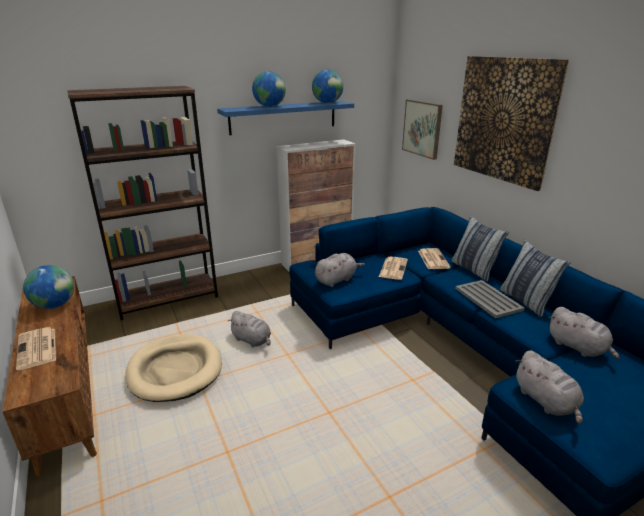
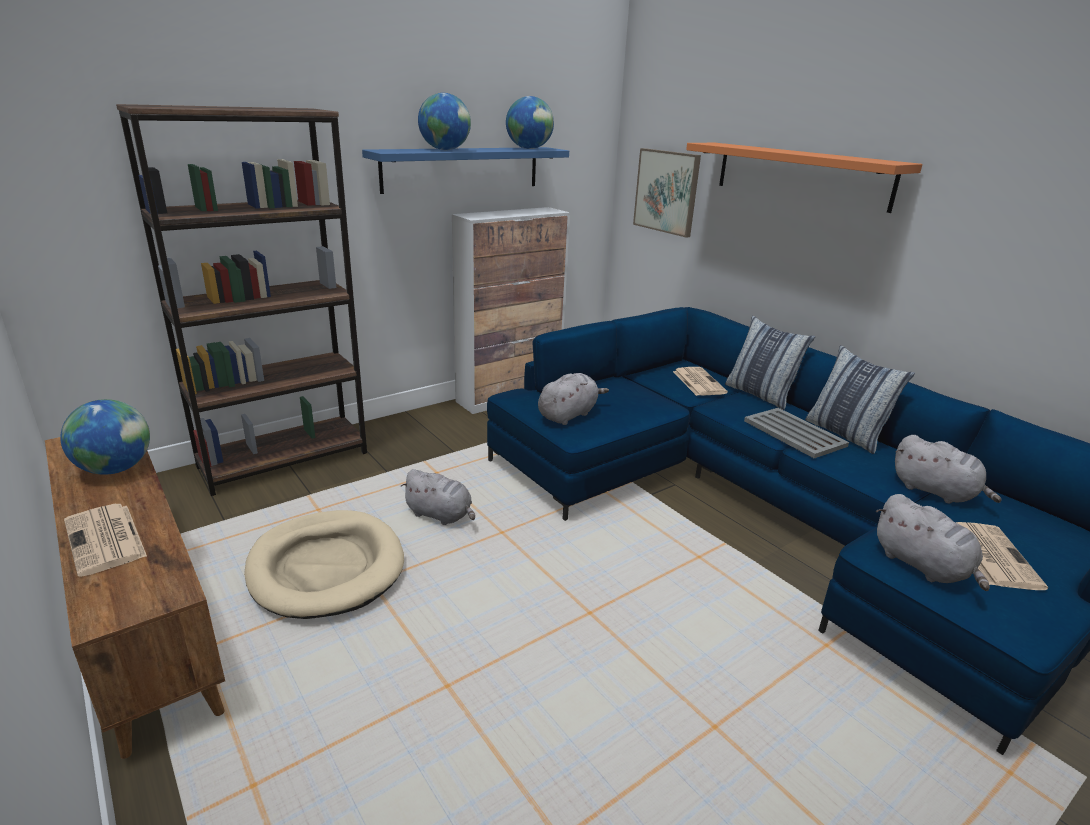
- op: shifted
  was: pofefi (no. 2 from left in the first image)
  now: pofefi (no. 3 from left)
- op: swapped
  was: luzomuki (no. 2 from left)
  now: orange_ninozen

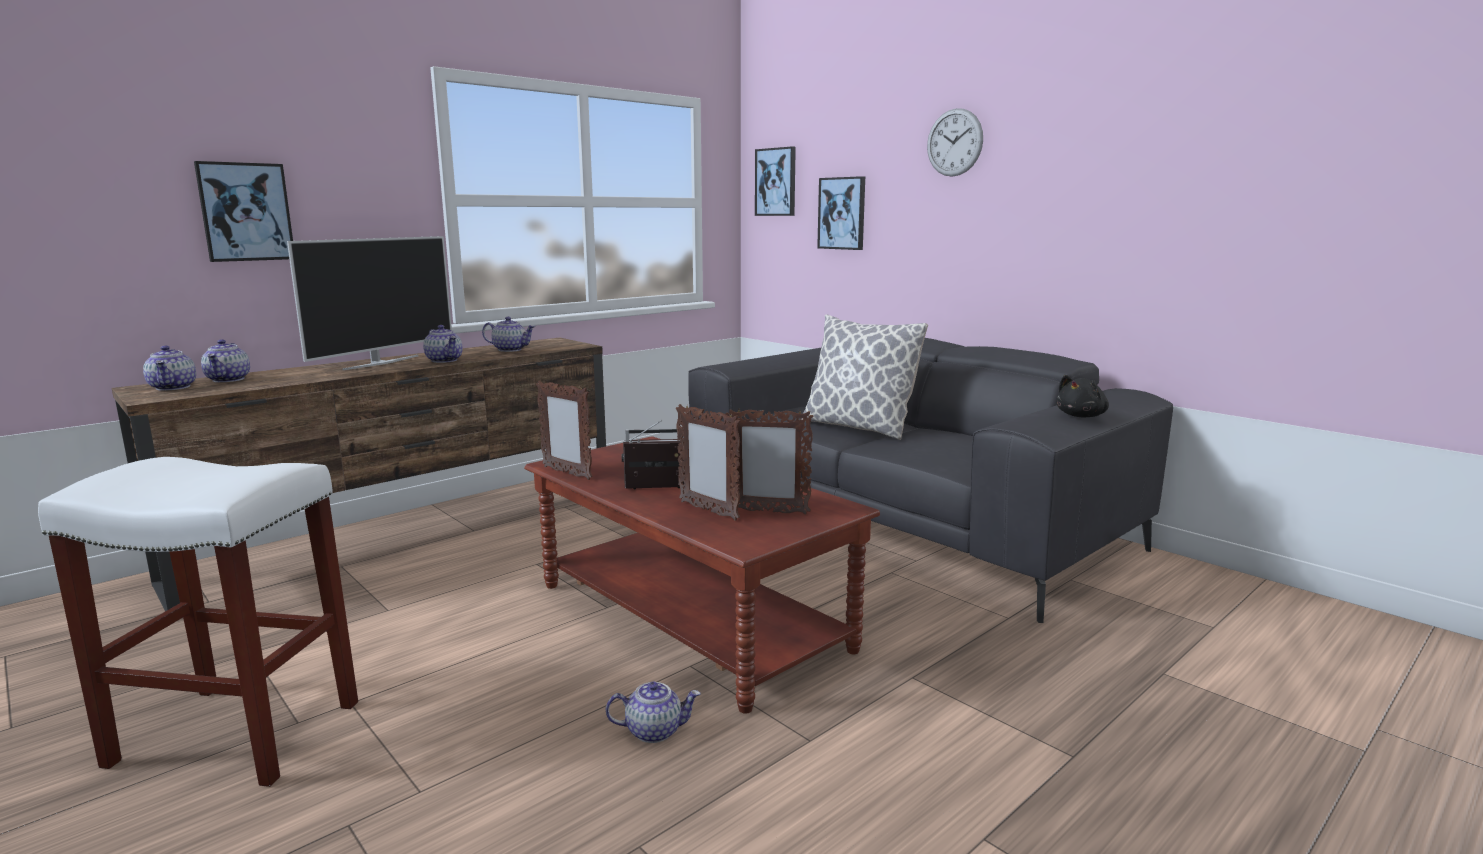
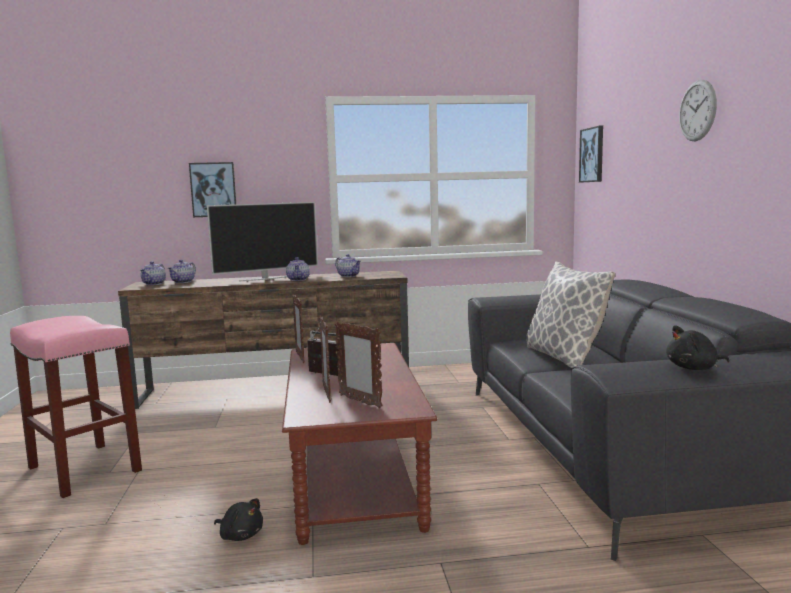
- op: gone
  was: luzomuki (no. 3 from left)
- op: swapped
  was: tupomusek (no. 5 from left)
  now: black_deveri (no. 1 from left)
- op: repainted
  was: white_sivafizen
  now: pink_sivafizen

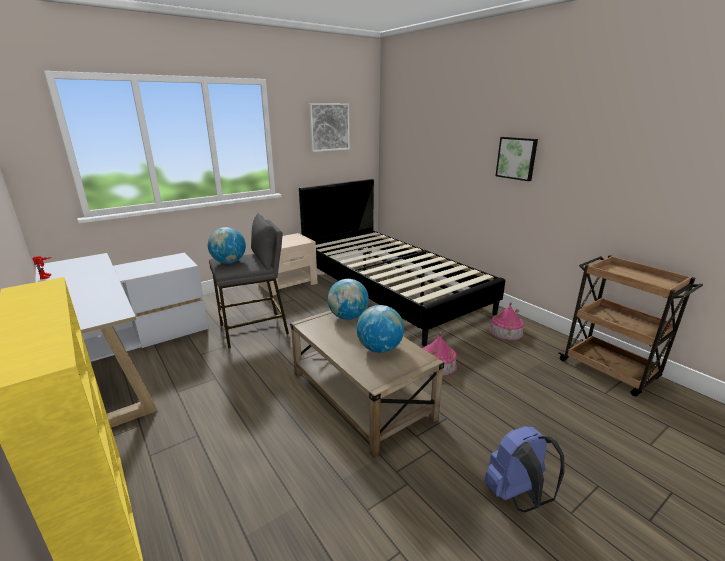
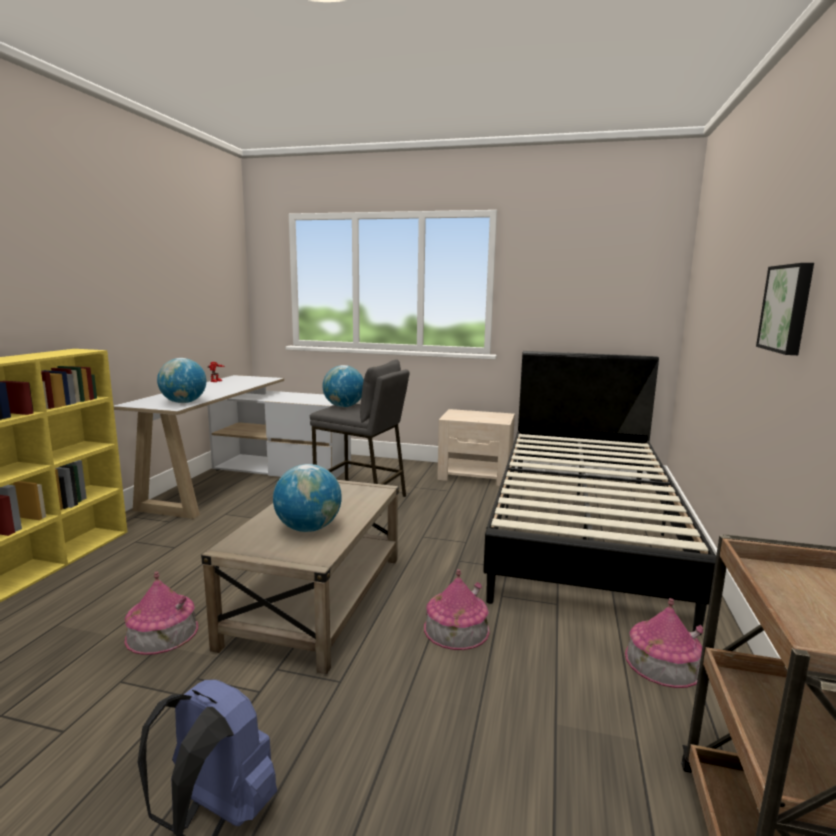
- op: gone
  was: luzomuki (no. 1 from left)
- op: new
  now: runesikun (no. 1 from left)
- op: shifted
  was: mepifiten (no. 2 from left in the first image)
  now: mepifiten (no. 1 from left)

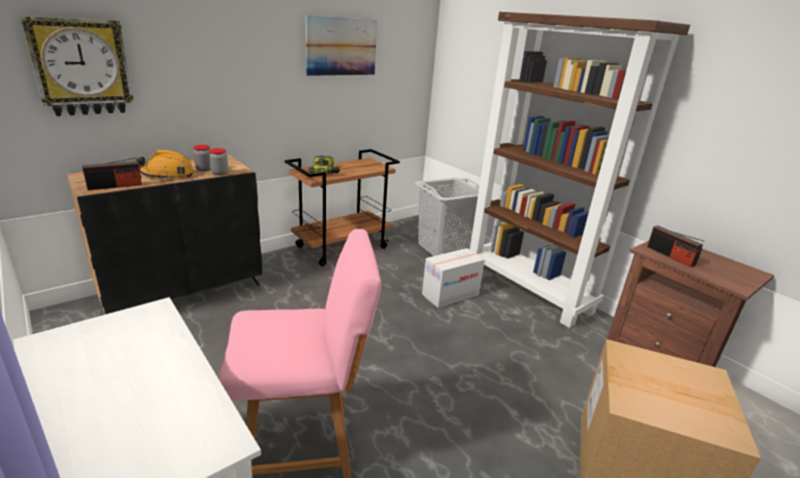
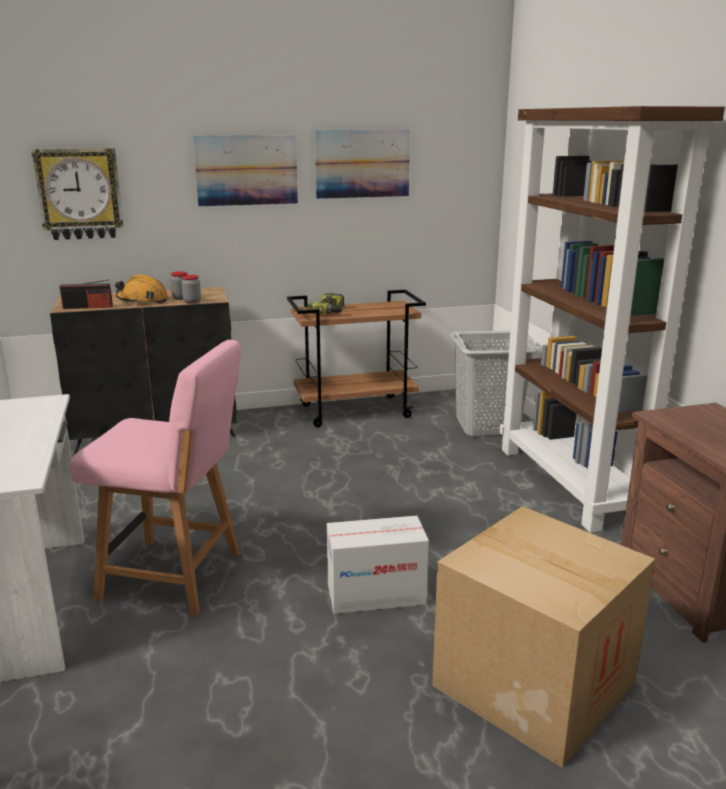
- op: gone
  was: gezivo (no. 2 from left)
- op: new
  now: luzomuki (no. 1 from left)
- op: shifted
  was: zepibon (no. 1 from left)

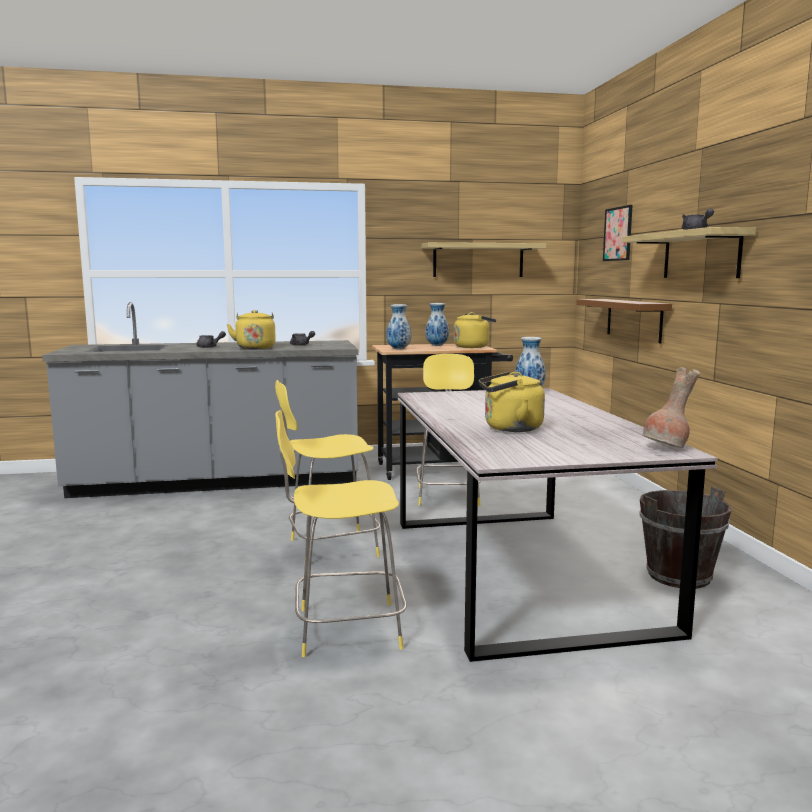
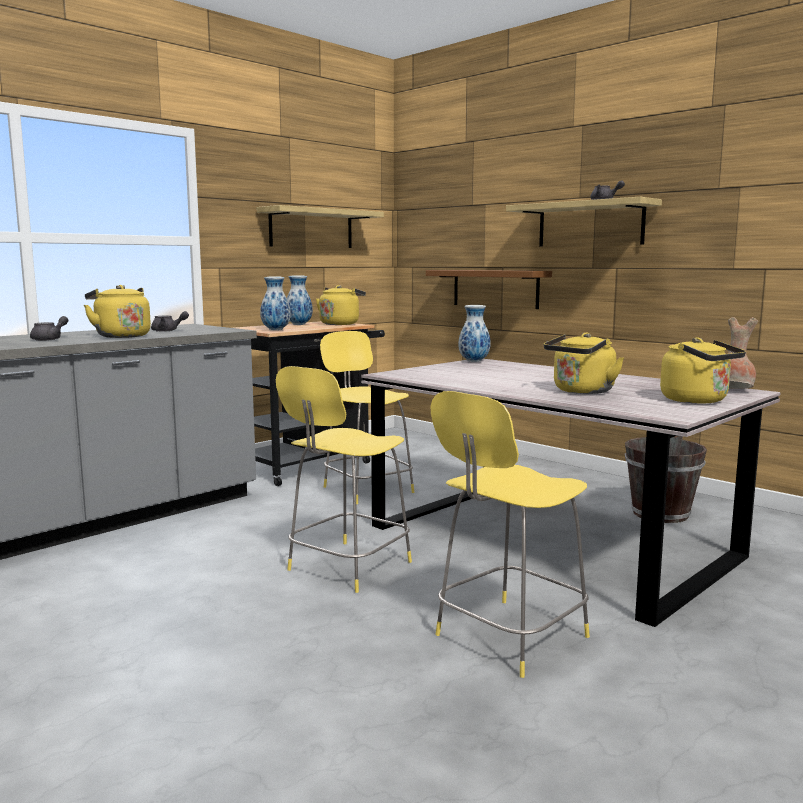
- op: gone
  was: luzomuki
- op: new
  now: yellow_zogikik (no. 4 from left)

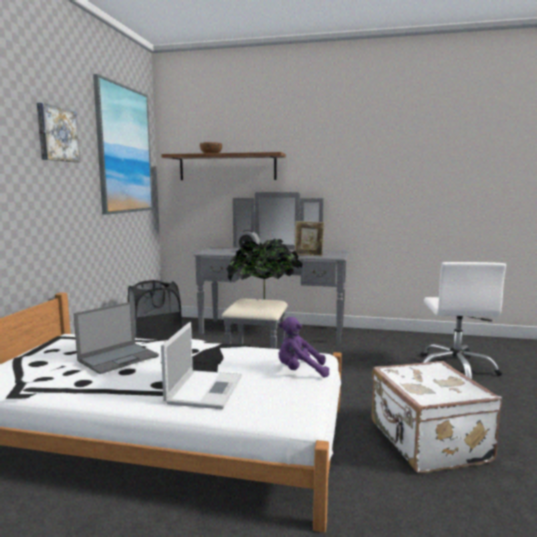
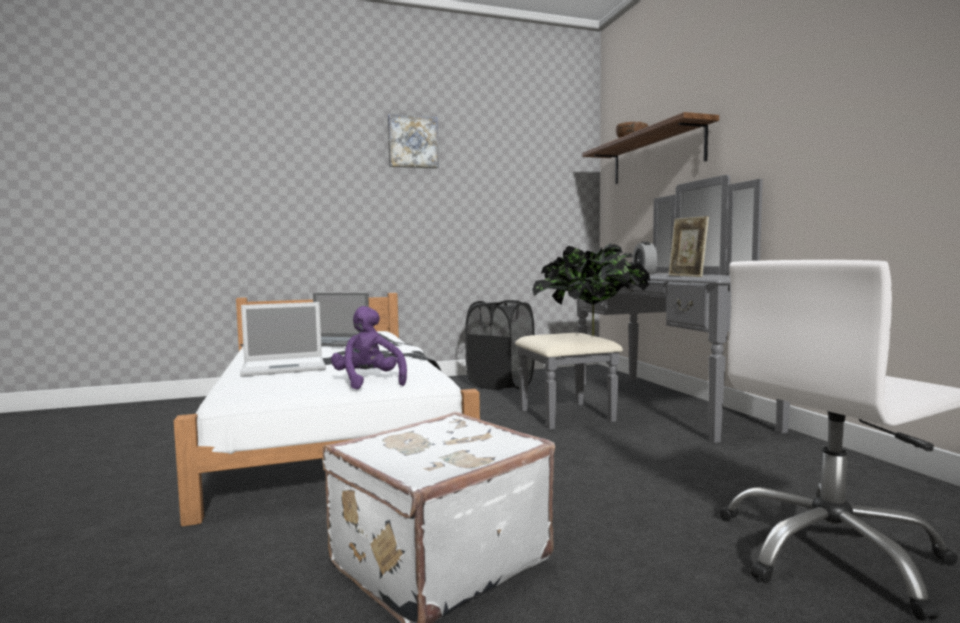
- op: gone
  was: luzomuki (no. 2 from left)

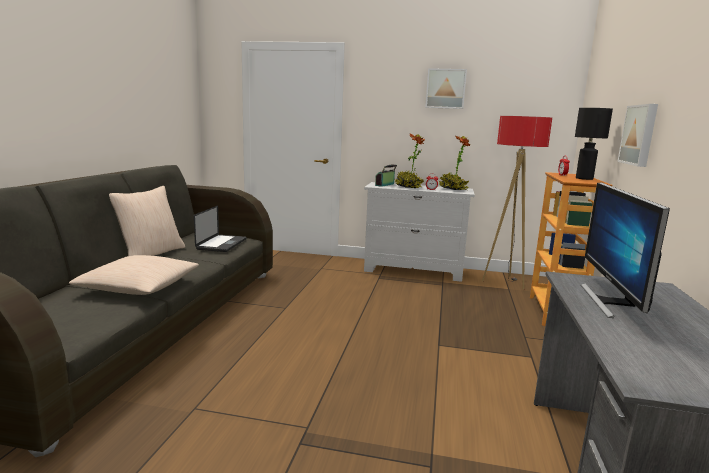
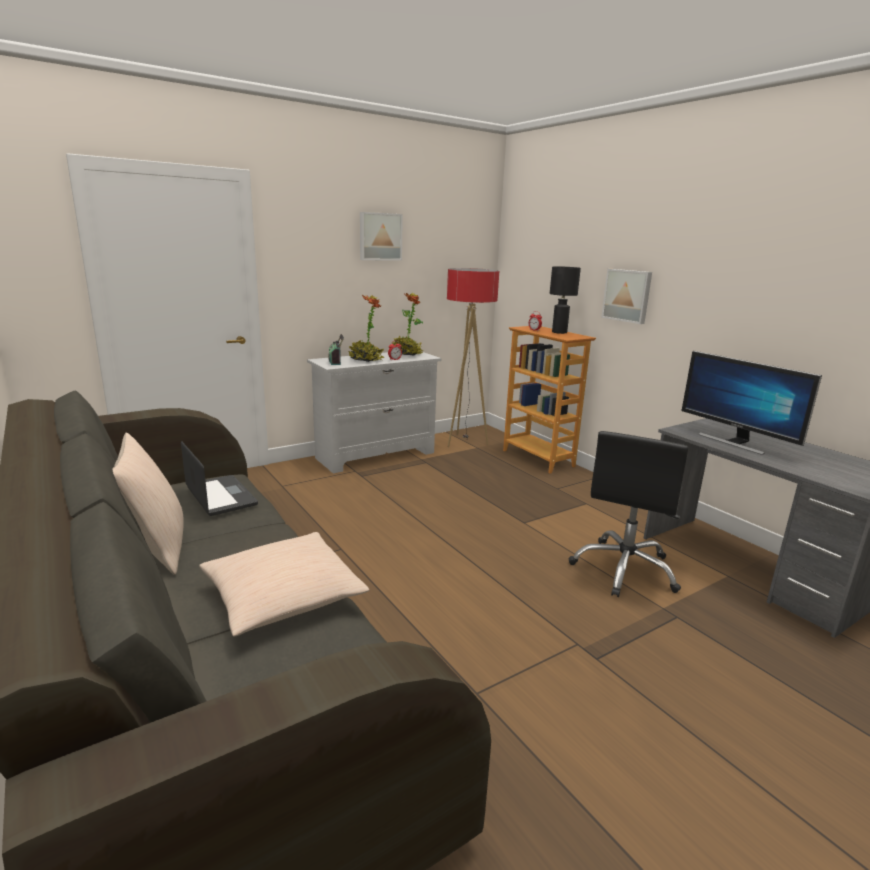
- op: new
  now: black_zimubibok

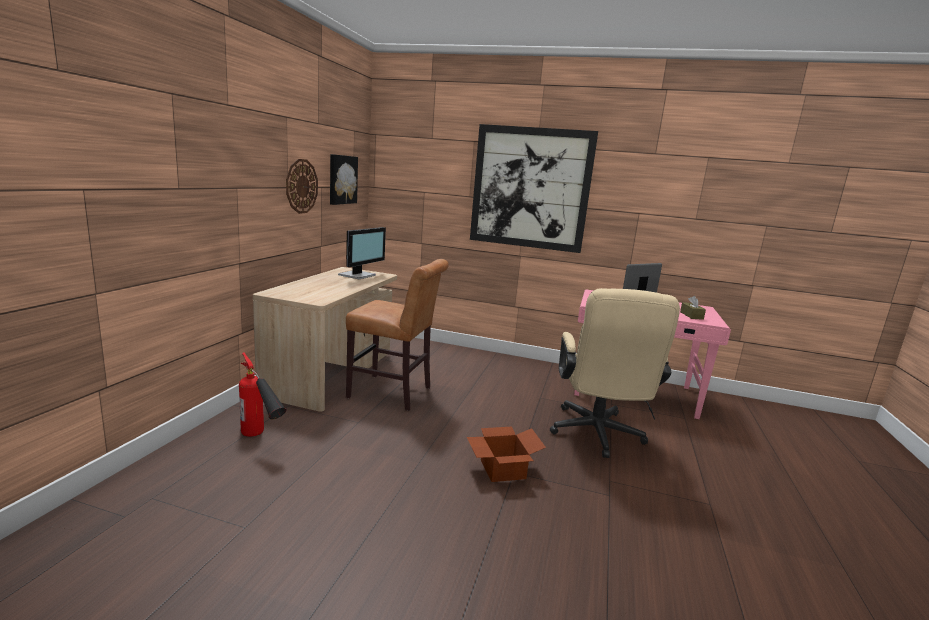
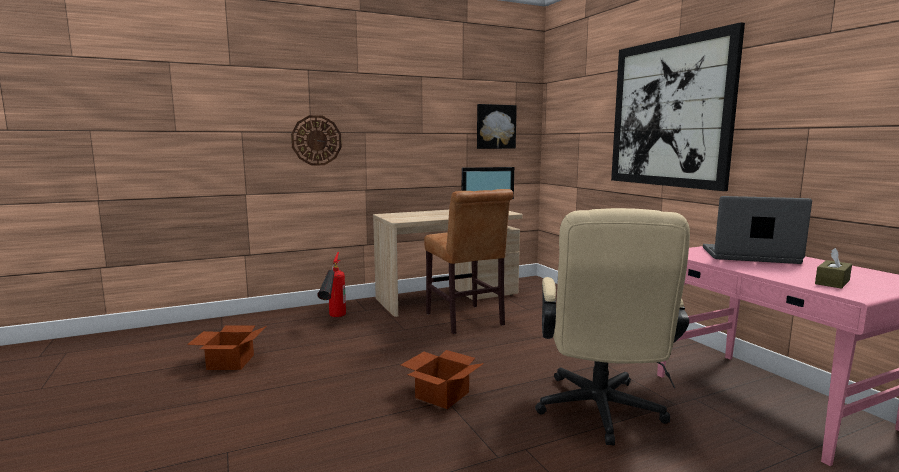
- op: new
  now: zepibon (no. 1 from left)
- op: shifted
  was: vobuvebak
- op: rotated
  was: beige_zimubibok
  clockwise: -45

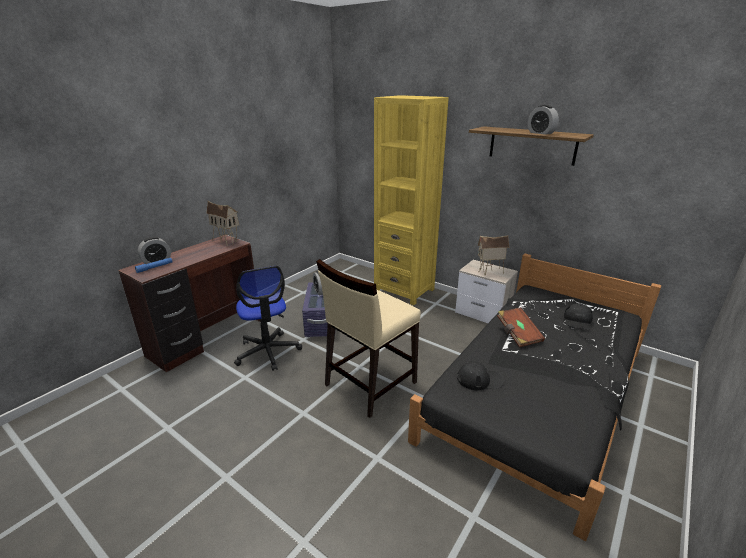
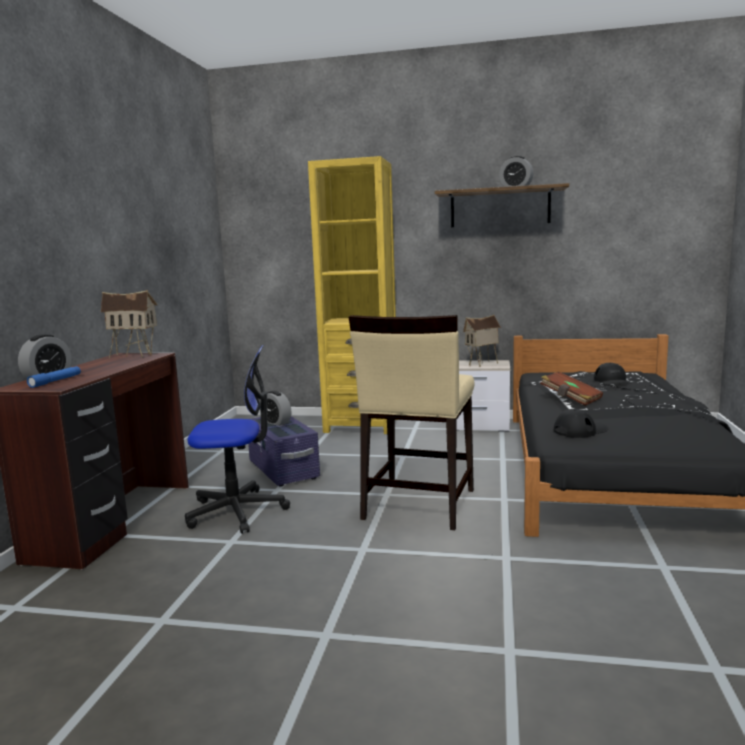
- op: rotated
  was: zimubibok
  clockwise: -45

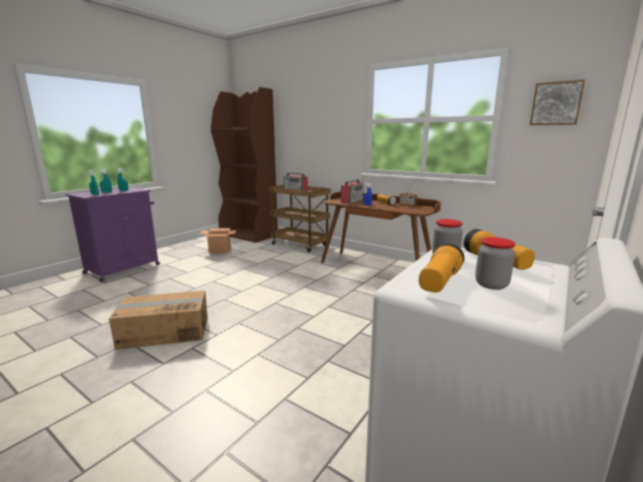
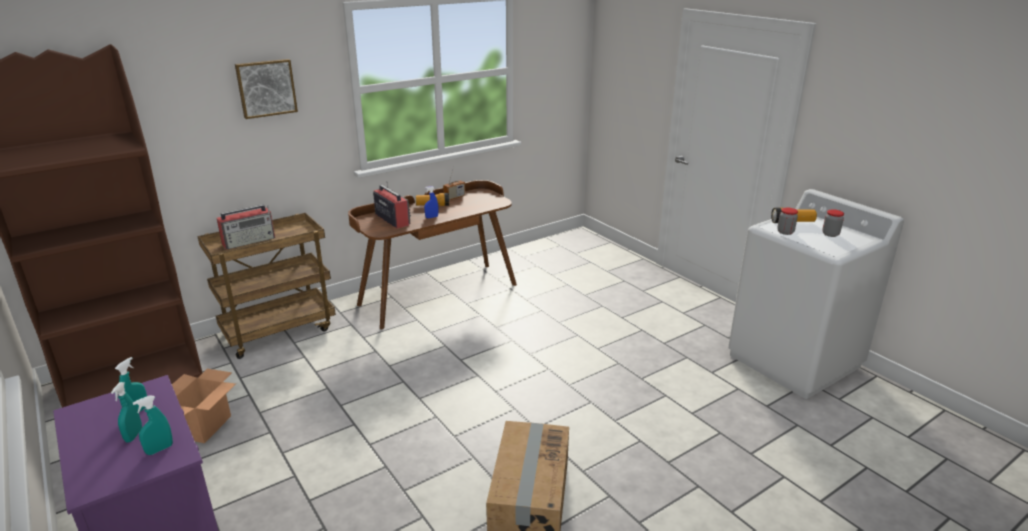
- op: gone
  was: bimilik (no. 2 from left)
- op: shifted
  was: luzomuki

